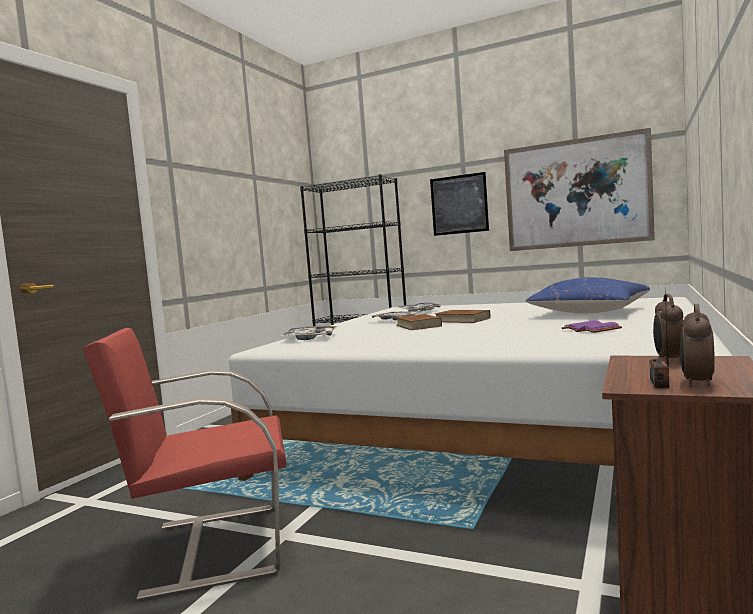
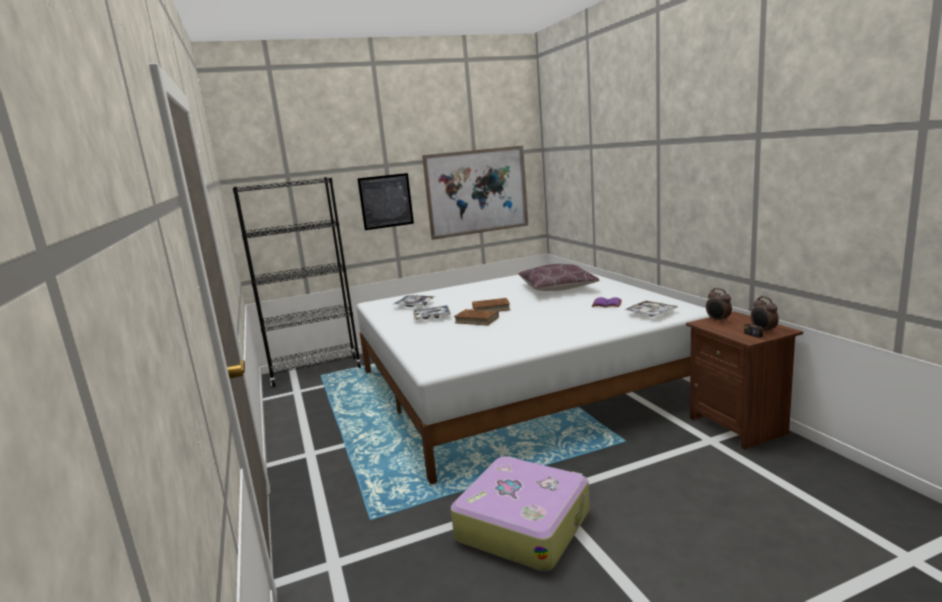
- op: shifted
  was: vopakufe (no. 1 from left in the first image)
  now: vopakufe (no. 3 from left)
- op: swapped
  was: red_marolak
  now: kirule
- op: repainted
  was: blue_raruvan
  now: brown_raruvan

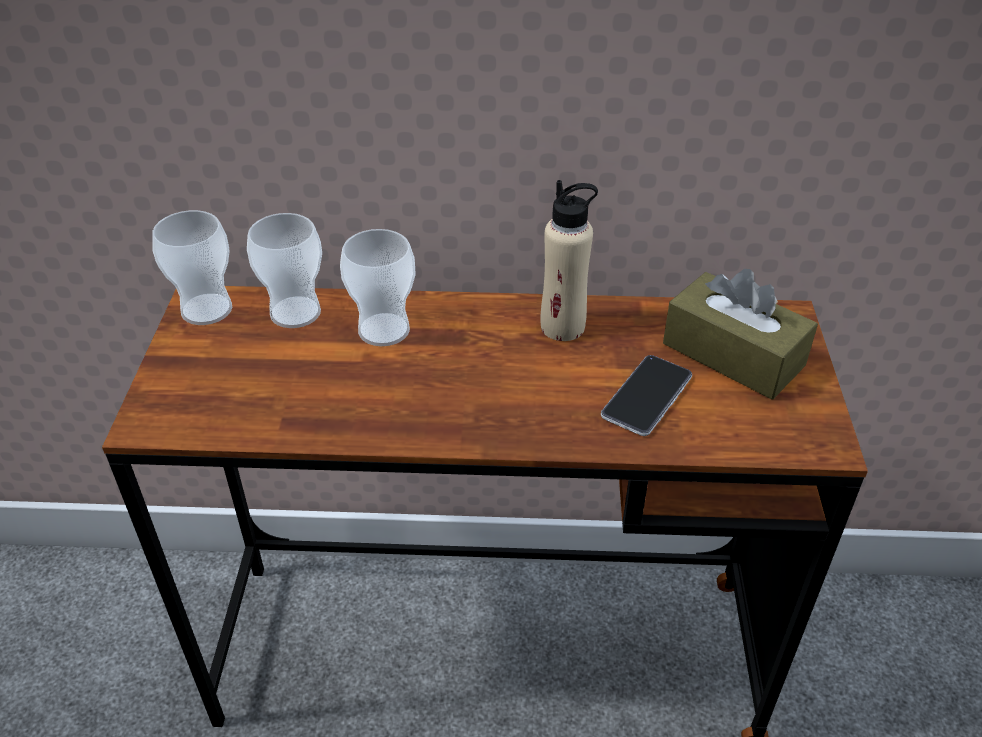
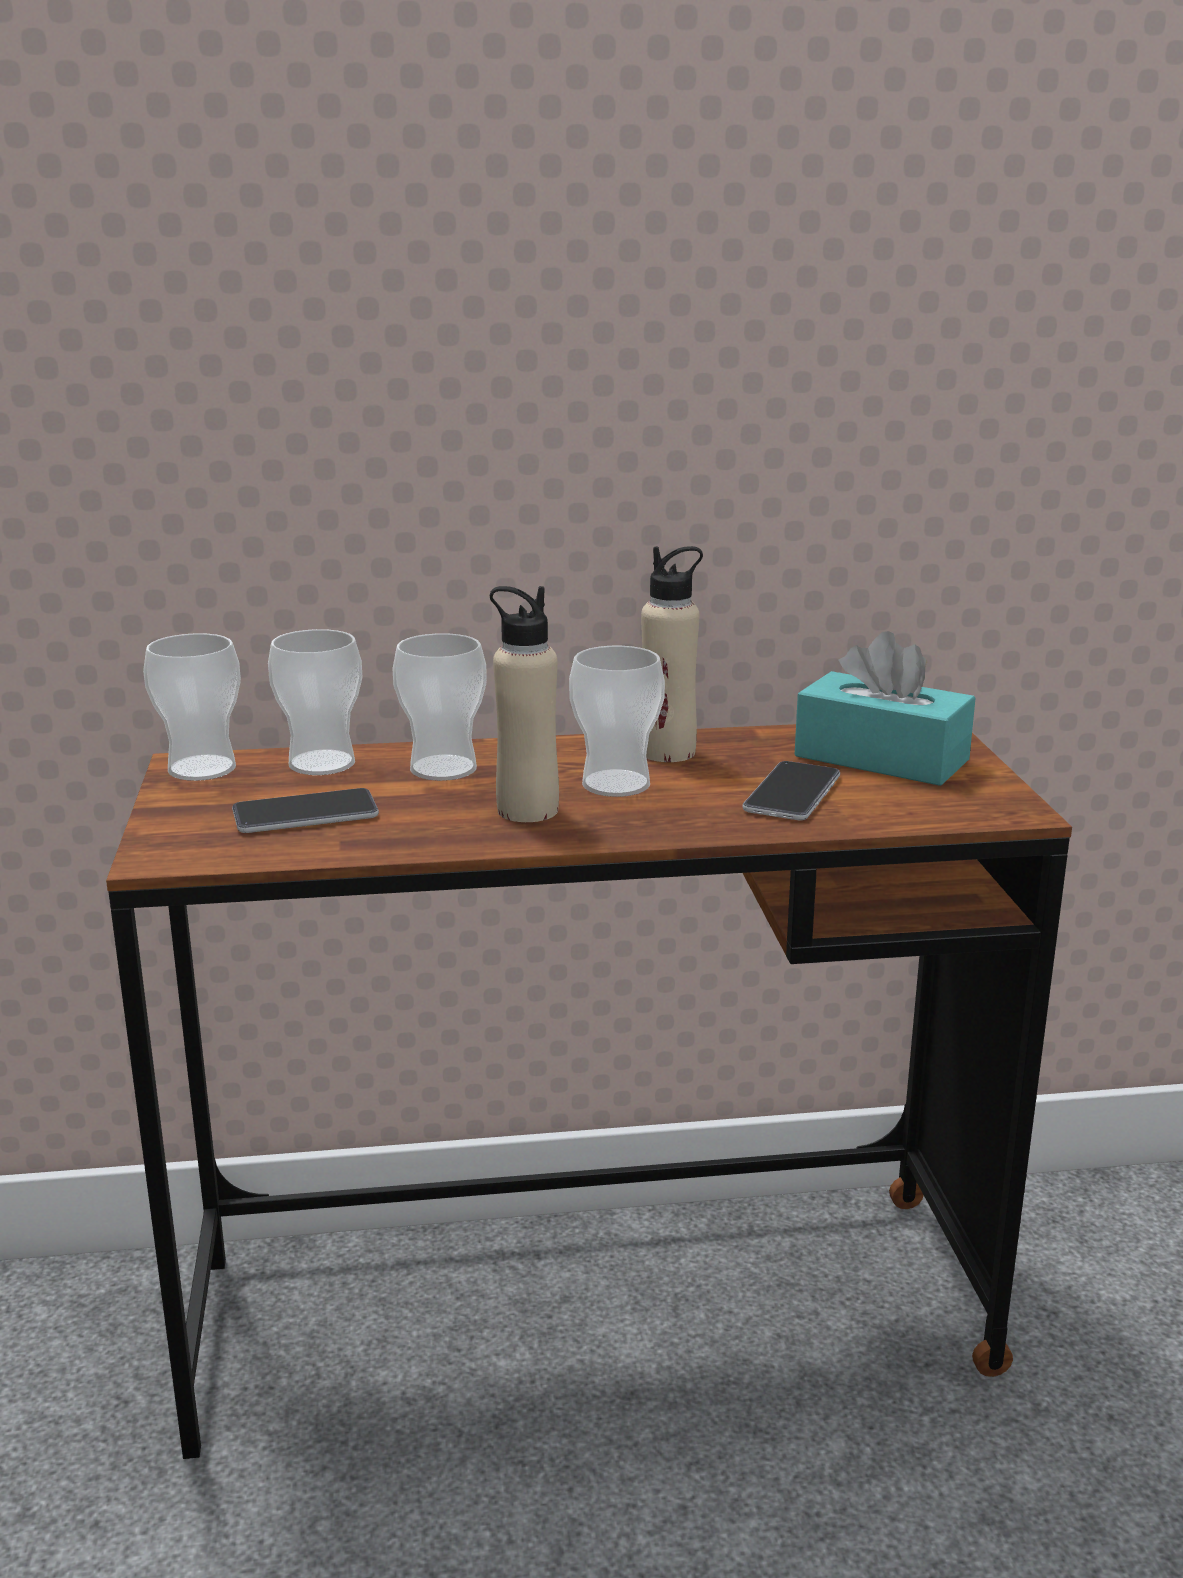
- op: new
  now: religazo (no. 1 from left)
- op: new
  now: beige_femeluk (no. 1 from left)
- op: new
  now: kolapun (no. 4 from left)
- op: repainted
  was: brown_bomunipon
  now: turquoise_bomunipon

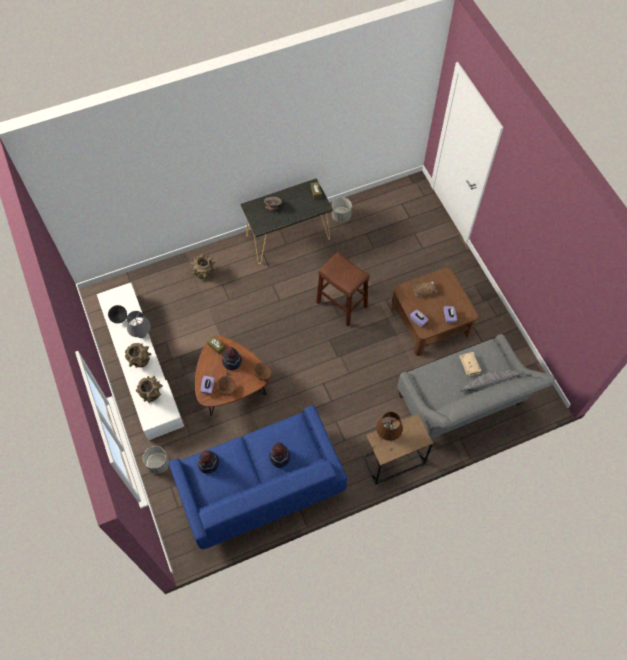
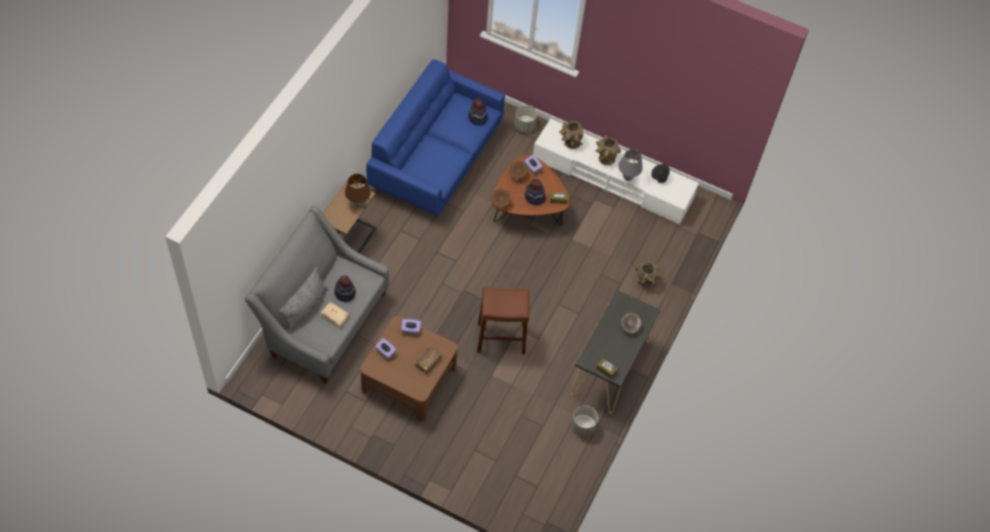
- op: shifted
  was: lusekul (no. 3 from left in the first image)
  now: lusekul (no. 1 from left)

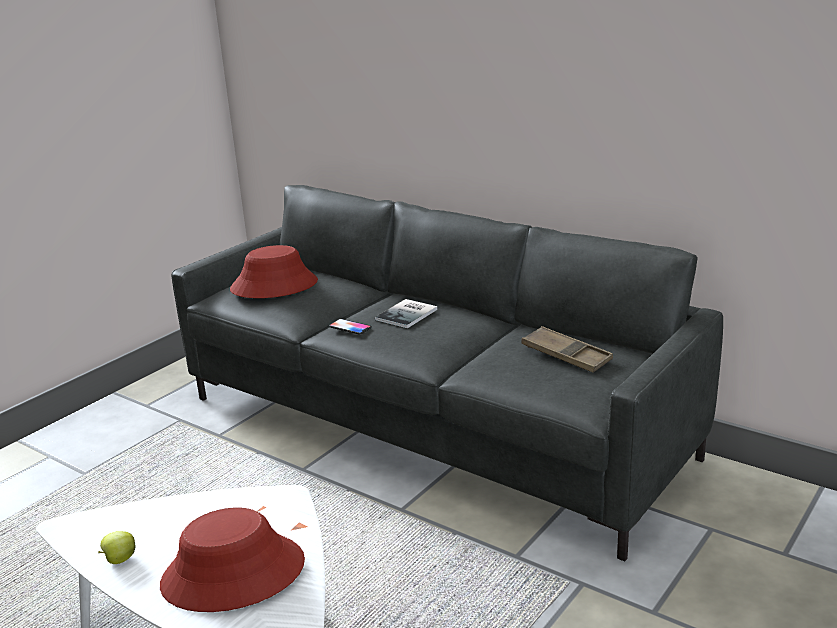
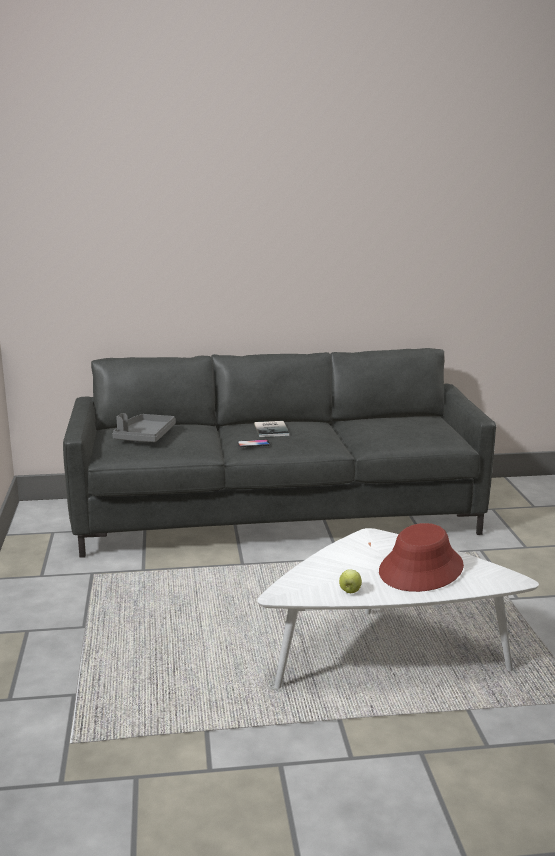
- op: gone
  was: brown_vopakufe
- op: swapped
  was: red_lusekul (no. 2 from left)
  now: grey_vopakufe

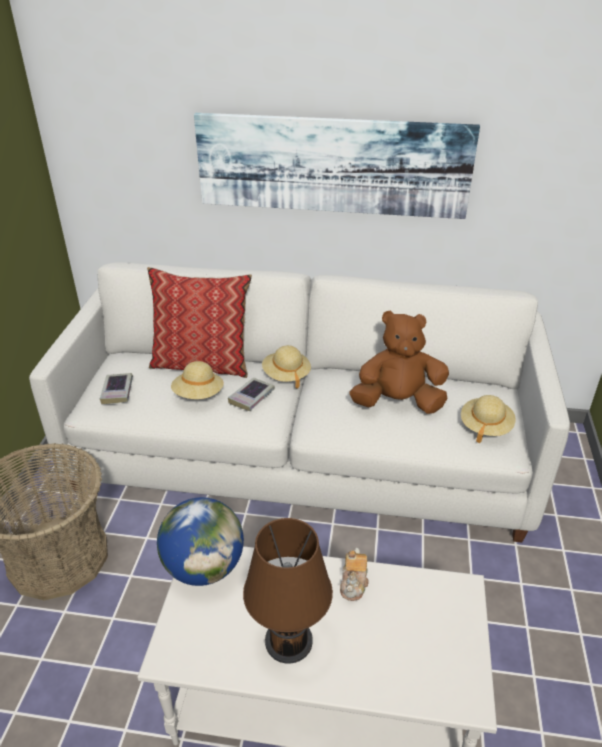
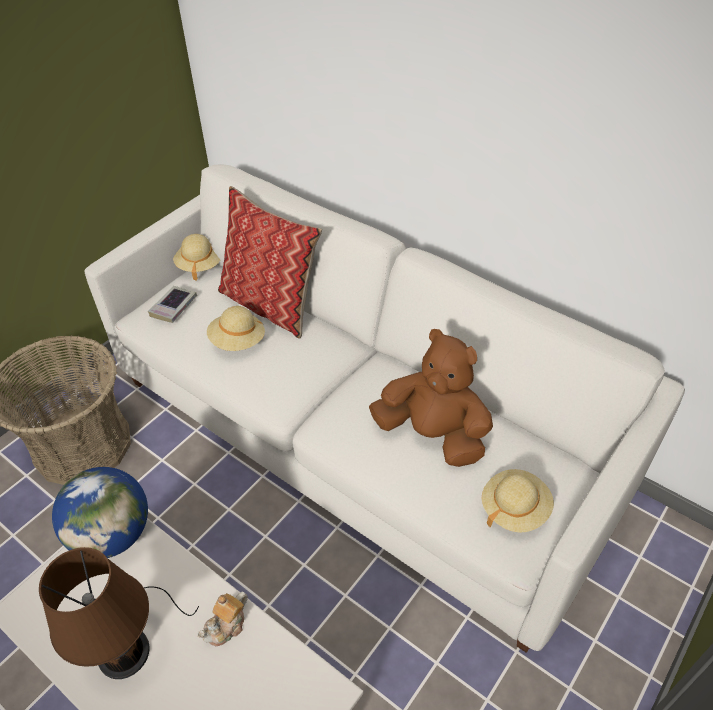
- op: gone
  was: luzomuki
- op: gone
  was: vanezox (no. 2 from left)
- op: shifted
  was: beige_lusekul (no. 2 from left in the first image)
  now: beige_lusekul (no. 1 from left)

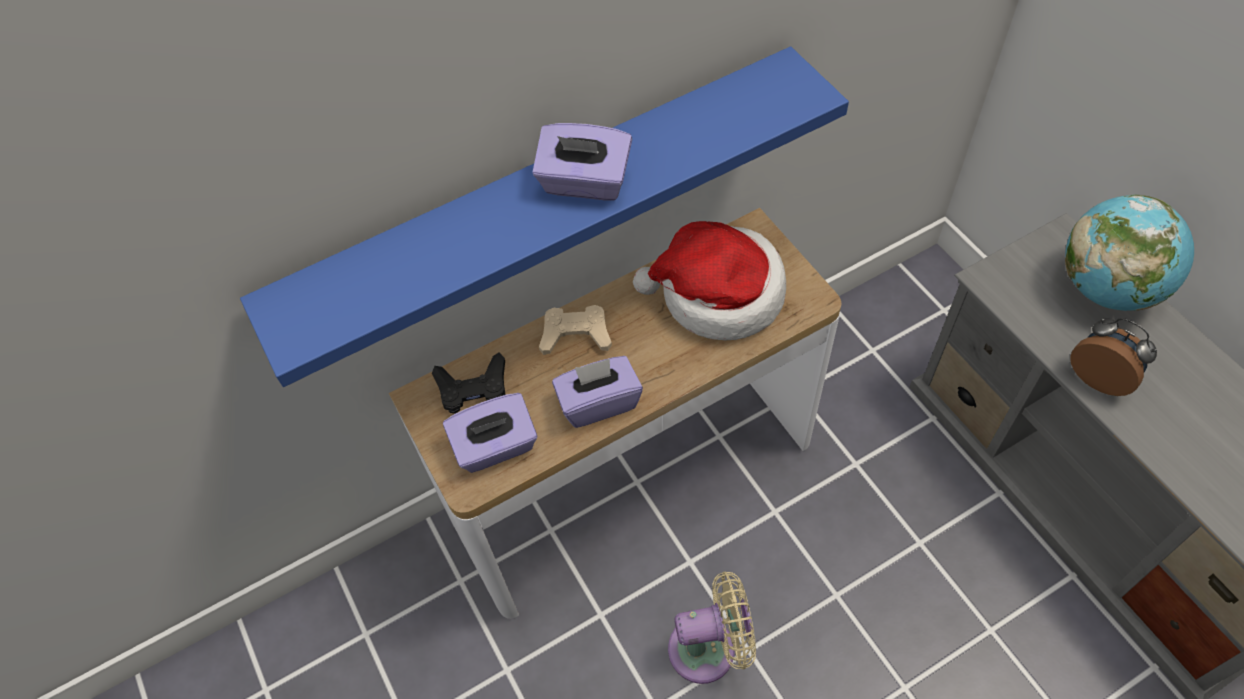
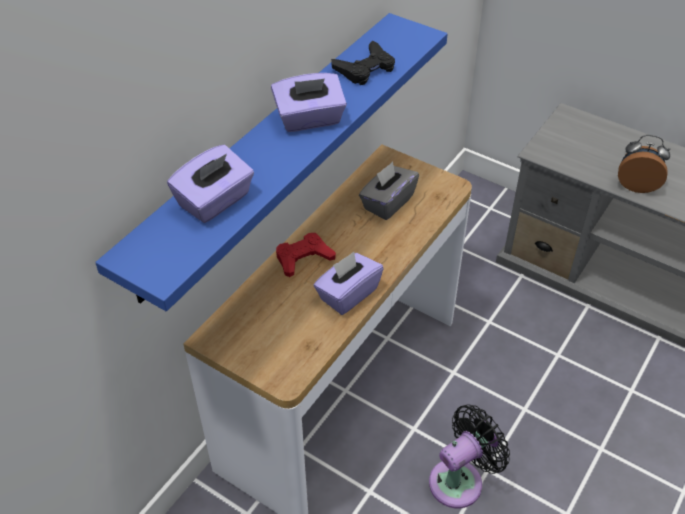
- op: gone
  was: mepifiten
- op: shifted
  was: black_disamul
- op: shifted
  was: purple_bomunipon (no. 1 from left)
- op: swapped
  was: lusekul
  now: grey_bomunipon
- op: repainted
  was: beige_disamul
  now: red_disamul
- op: repainted
  was: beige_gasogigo
  now: black_gasogigo

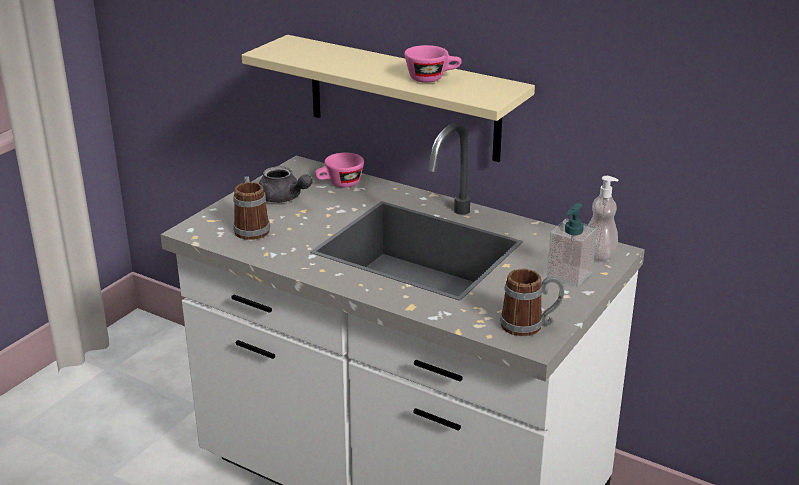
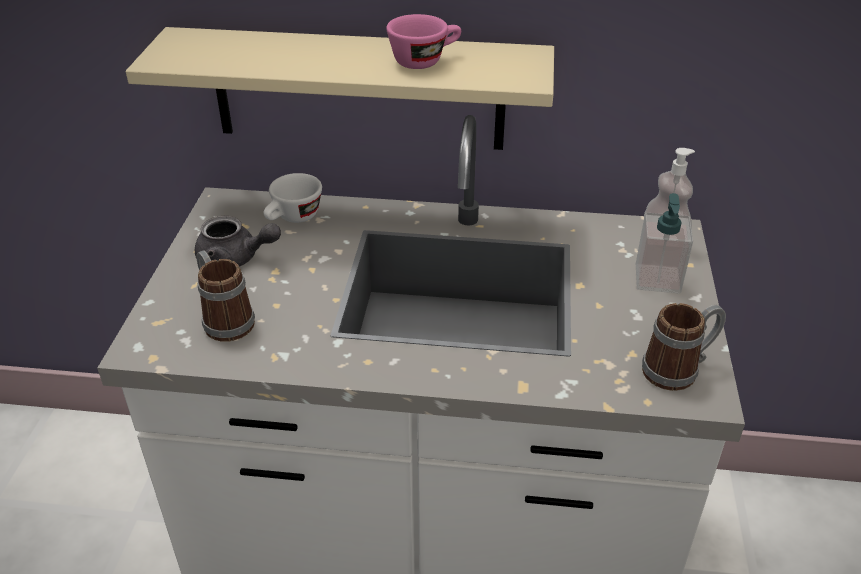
- op: repainted
  was: pink_kolapun (no. 1 from left)
  now: white_kolapun

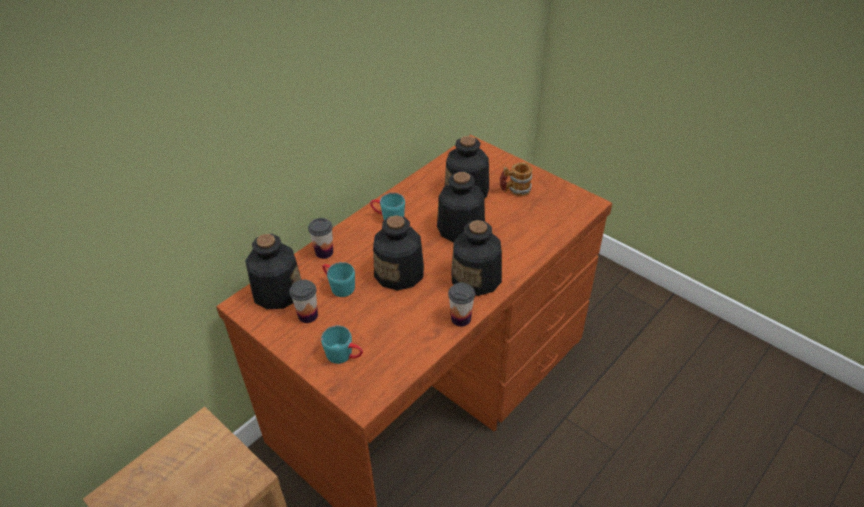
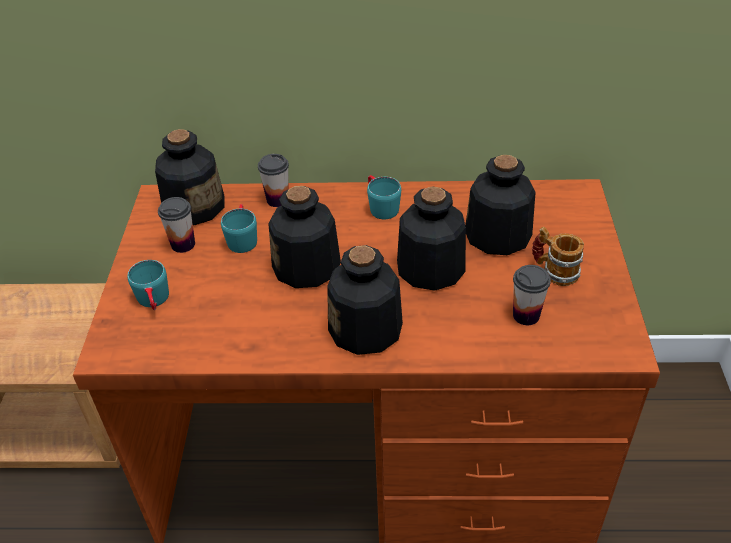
- op: shifted
  was: kolapun (no. 3 from left)

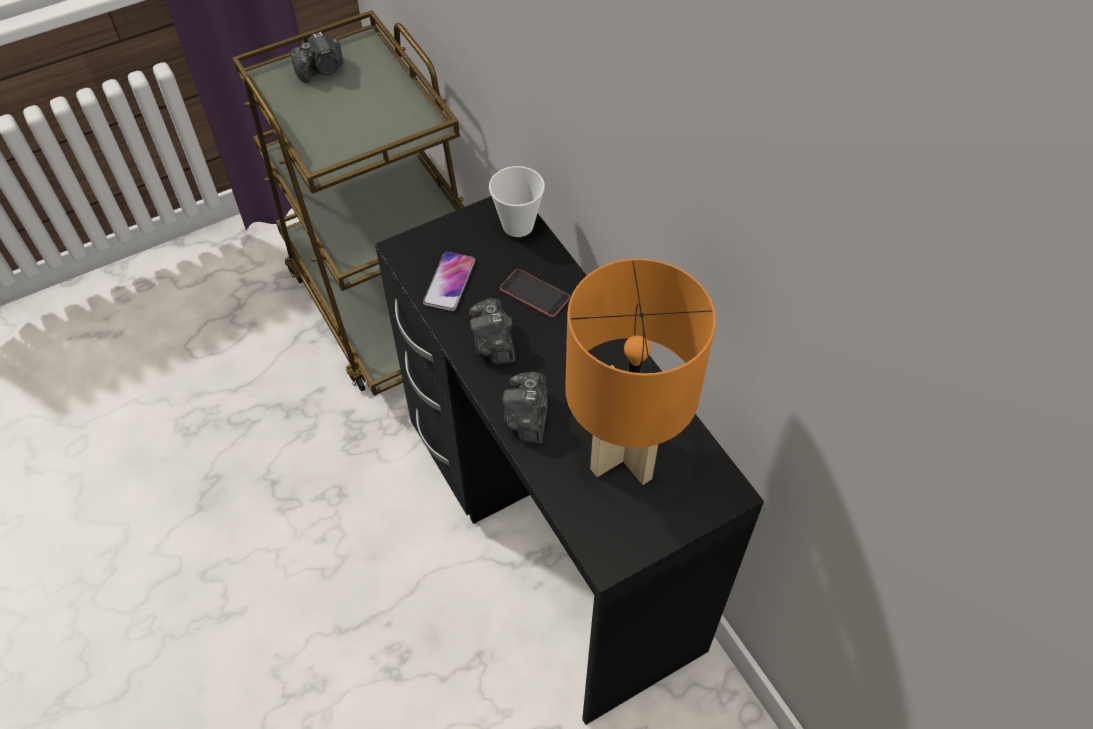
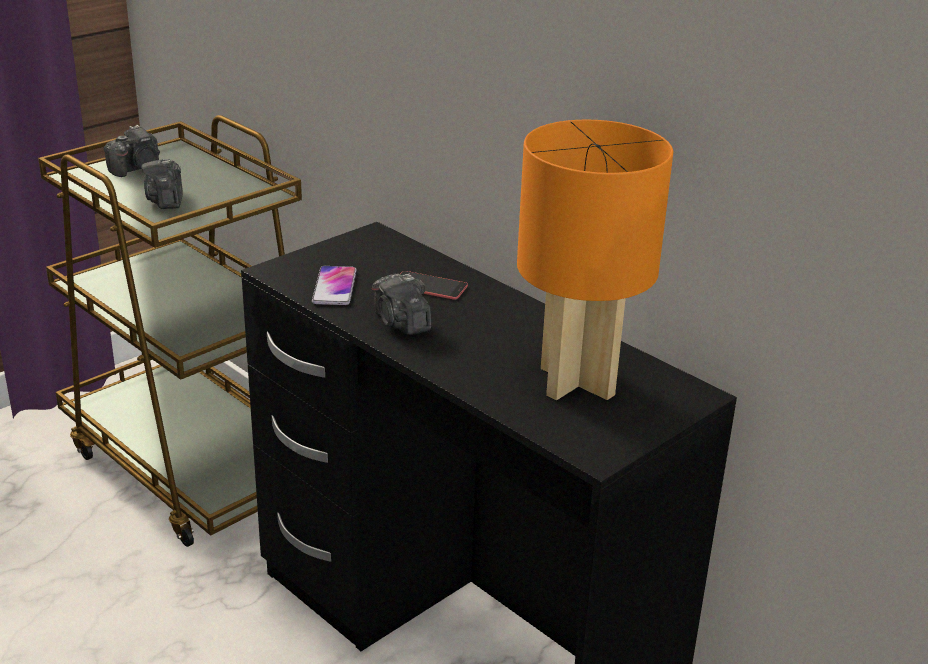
- op: gone
  was: kolapun
- op: shifted
  was: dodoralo (no. 3 from left in the first image)
  now: dodoralo (no. 2 from left)

